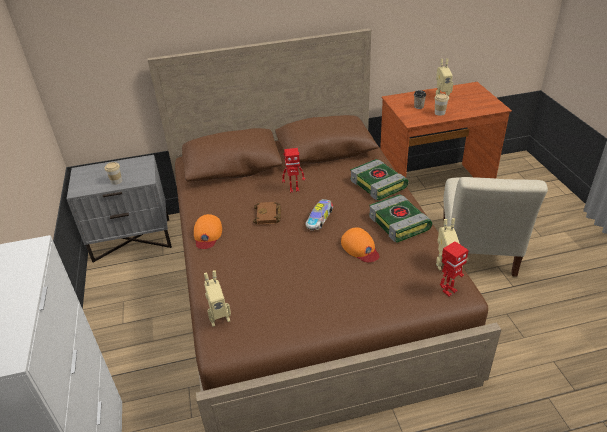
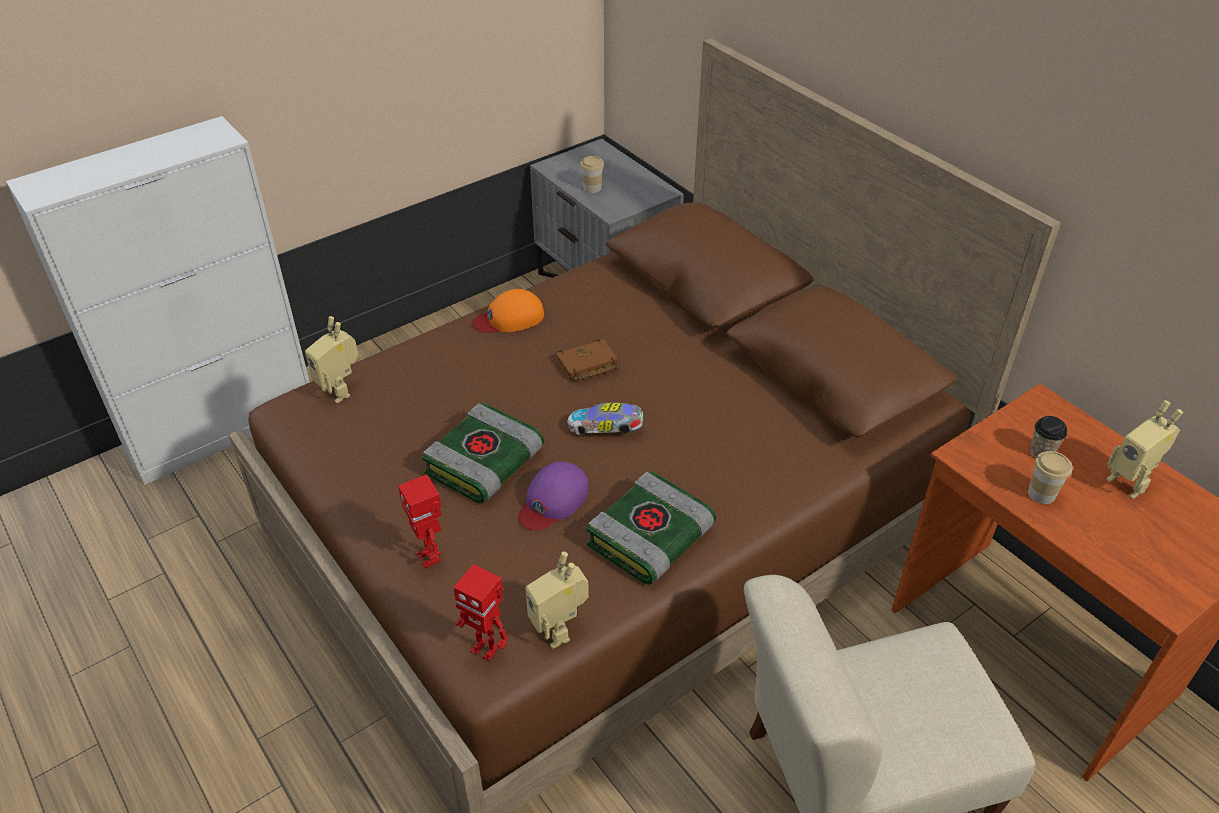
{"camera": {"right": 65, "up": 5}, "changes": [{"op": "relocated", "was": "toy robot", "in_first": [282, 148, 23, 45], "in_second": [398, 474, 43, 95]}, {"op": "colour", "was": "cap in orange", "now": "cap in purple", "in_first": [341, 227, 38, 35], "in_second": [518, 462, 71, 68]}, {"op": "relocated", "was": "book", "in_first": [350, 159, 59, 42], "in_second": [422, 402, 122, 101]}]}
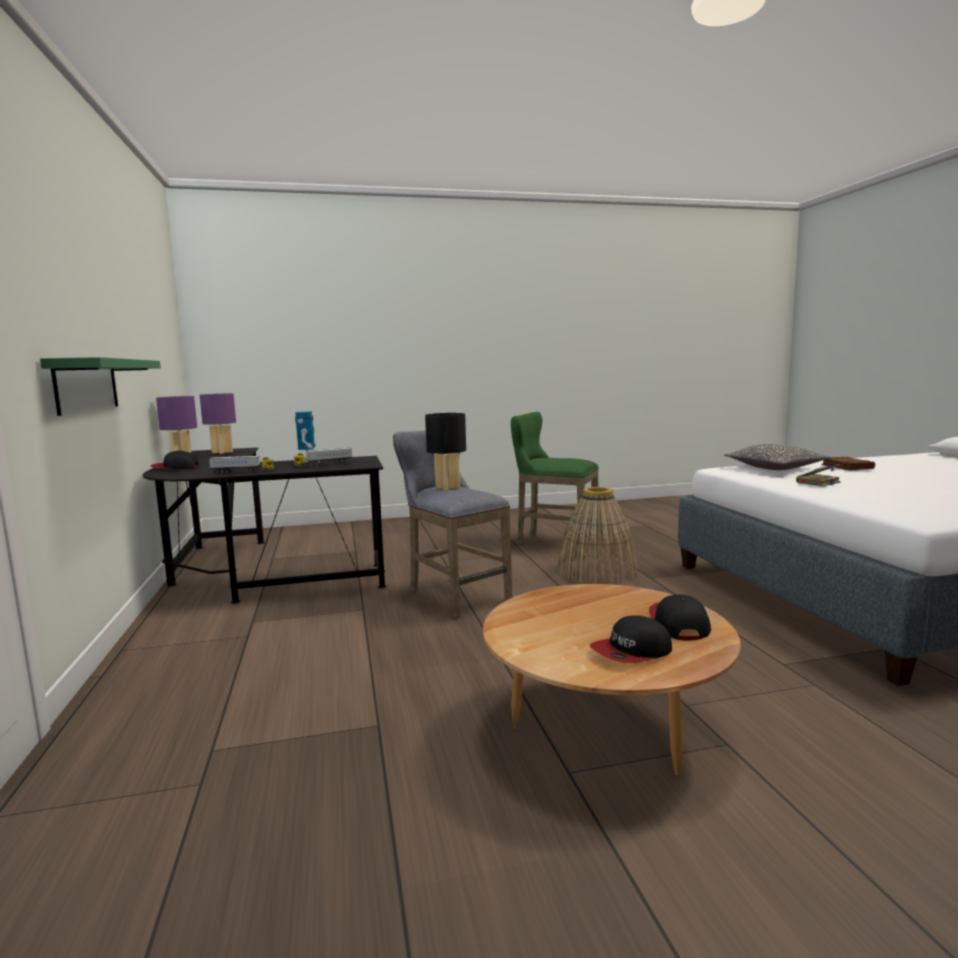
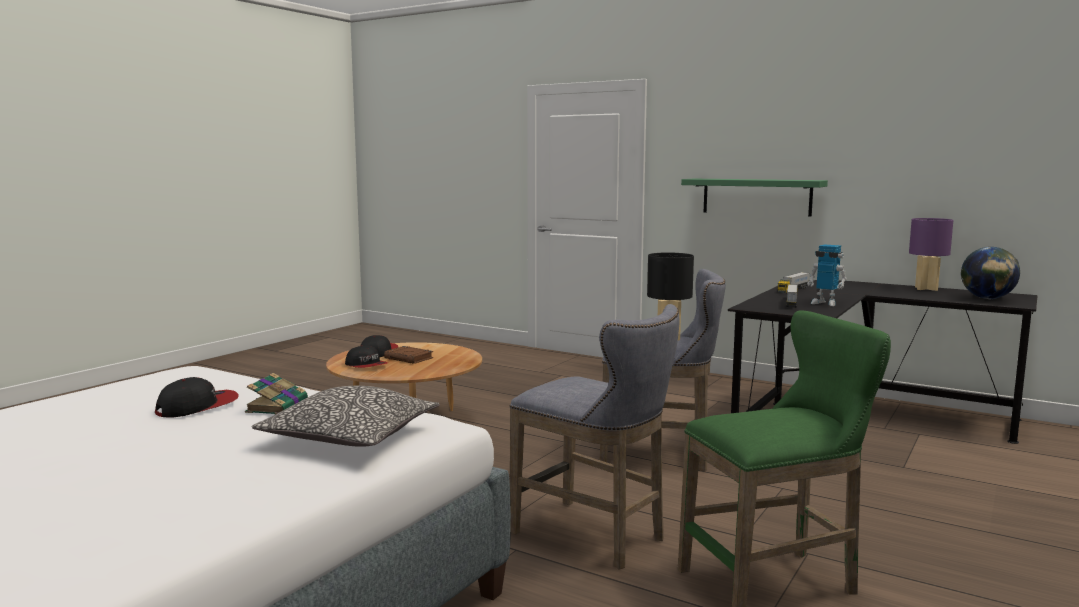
{"camera": {"right": 135, "up": 0}, "changes": [{"op": "relocated", "was": "cap", "in_first": [150, 451, 50, 19], "in_second": [155, 377, 84, 41]}, {"op": "exchanged", "was": "table lamp in purple", "now": "globe", "in_first": [199, 393, 37, 61], "in_second": [961, 247, 59, 52]}, {"op": "exchanged", "was": "basket", "now": "stool in grey", "in_first": [558, 487, 80, 97], "in_second": [510, 304, 170, 266]}, {"op": "relocated", "was": "book in brown", "in_first": [821, 457, 54, 14], "in_second": [384, 346, 49, 18]}]}
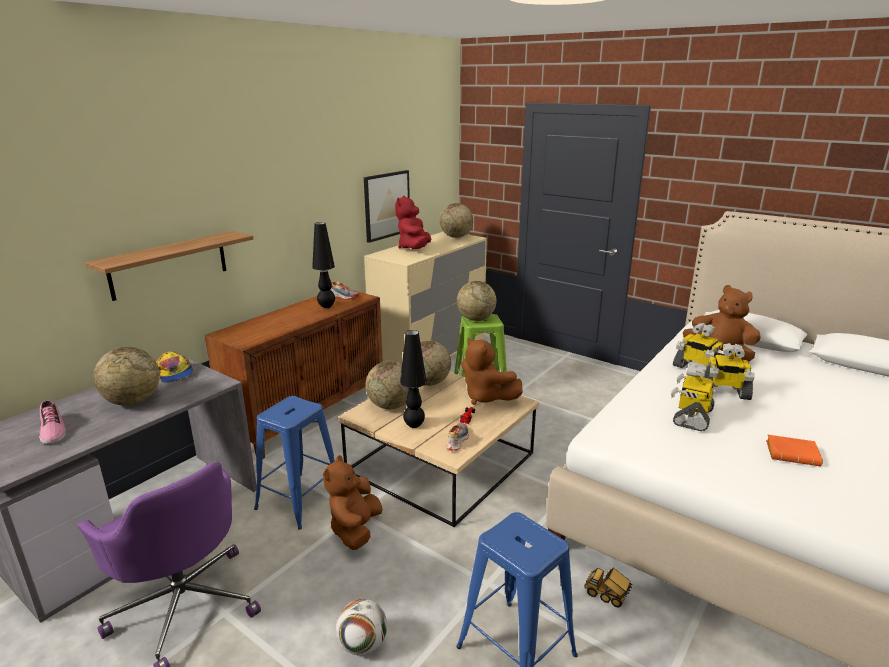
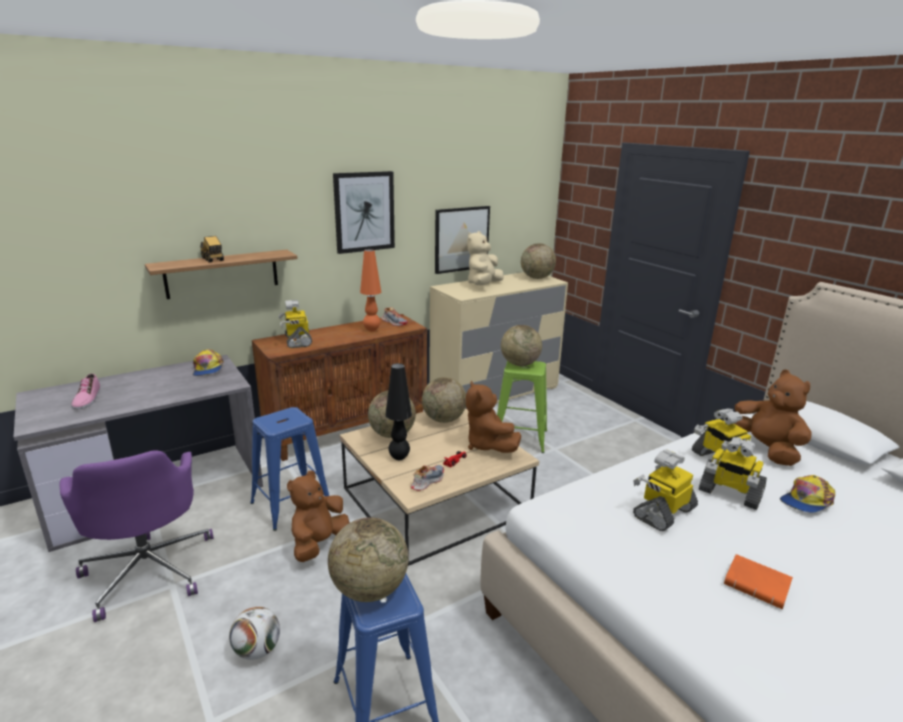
{"camera": {"right": 20, "up": 0}, "changes": [{"op": "relocated", "was": "globe", "in_first": [93, 347, 67, 59], "in_second": [328, 517, 81, 85]}, {"op": "colour", "was": "table lamp in black", "now": "table lamp in orange", "in_first": [312, 222, 23, 86], "in_second": [360, 249, 21, 82]}, {"op": "colour", "was": "plush toy in red", "now": "plush toy in beige", "in_first": [395, 196, 36, 53], "in_second": [467, 231, 37, 54]}, {"op": "relocated", "was": "toy truck", "in_first": [585, 567, 47, 41], "in_second": [200, 236, 24, 26]}, {"op": "appeared", "now": "toy robot", "in_second": [279, 300, 33, 48]}, {"op": "appeared", "now": "picture", "in_second": [333, 171, 62, 83]}, {"op": "appeared", "now": "cap", "in_second": [780, 475, 55, 38]}]}
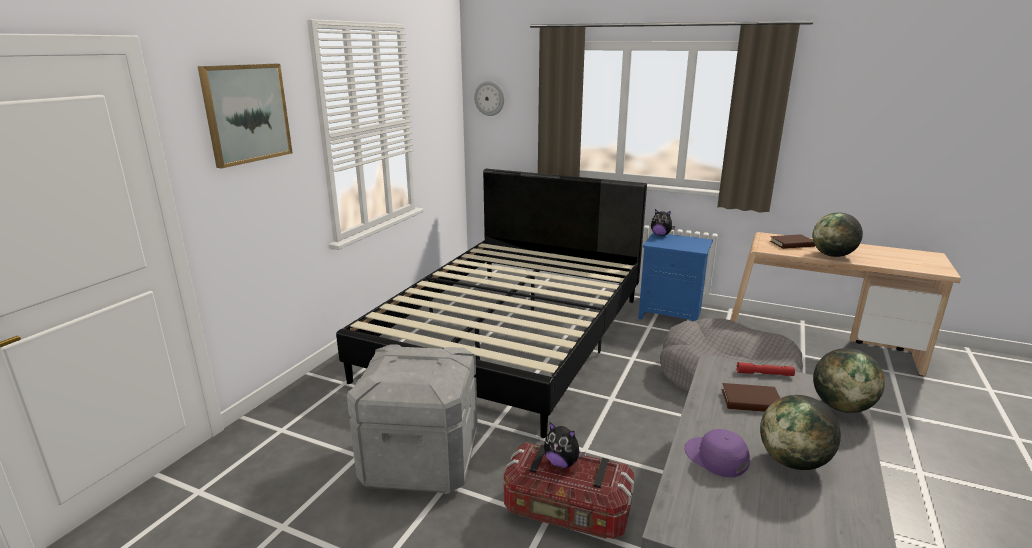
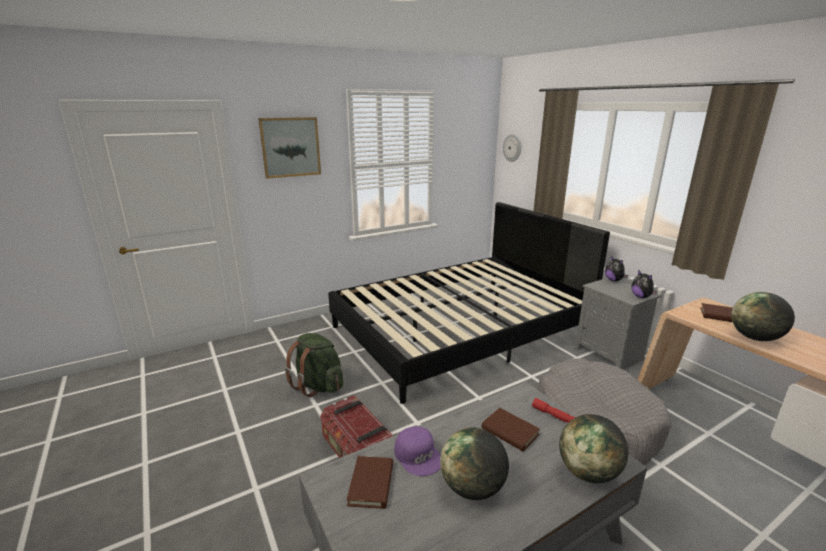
{"camera": {"right": 35, "up": 0}, "changes": [{"op": "exchanged", "was": "storage box in grey", "now": "backpack in green", "in_first": [347, 345, 131, 149], "in_second": [285, 333, 58, 64]}, {"op": "relocated", "was": "plush toy", "in_first": [544, 422, 42, 46], "in_second": [632, 270, 25, 28]}, {"op": "colour", "was": "nightstand in blue", "now": "nightstand in grey", "in_first": [638, 232, 75, 90], "in_second": [575, 278, 87, 92]}, {"op": "spun", "was": "cap in purple", "in_first": [684, 429, 66, 49], "in_second": [394, 426, 47, 50], "clockwise": 150}, {"op": "appeared", "now": "book in brown", "in_second": [347, 456, 46, 53]}]}
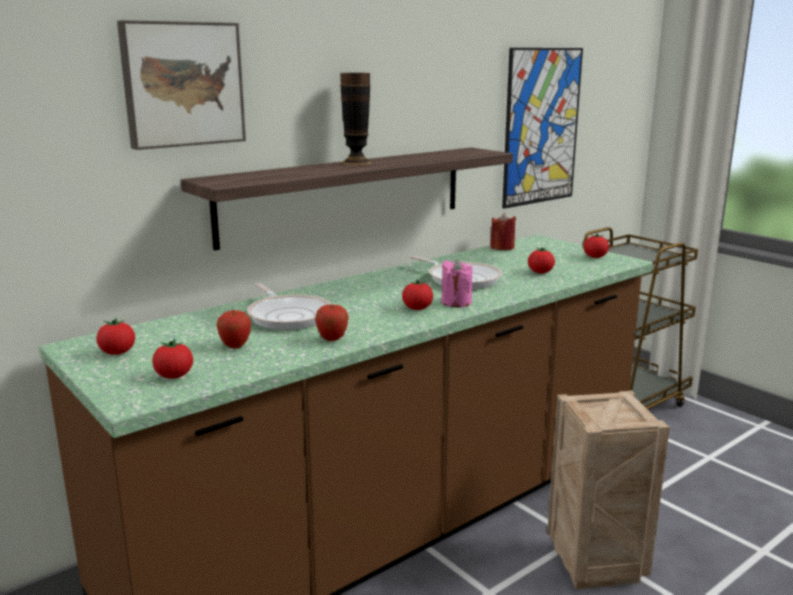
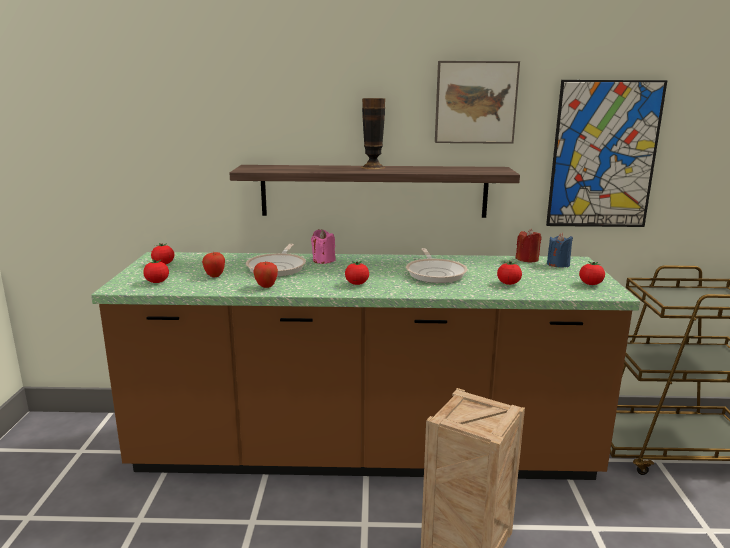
{"camera": {"right": 40, "up": 0}, "changes": [{"op": "relocated", "was": "picture", "in_first": [117, 20, 129, 130], "in_second": [435, 61, 85, 83]}, {"op": "relocated", "was": "candle in pink", "in_first": [441, 259, 32, 48], "in_second": [311, 229, 24, 35]}, {"op": "appeared", "now": "candle in blue", "in_second": [547, 233, 26, 35]}]}
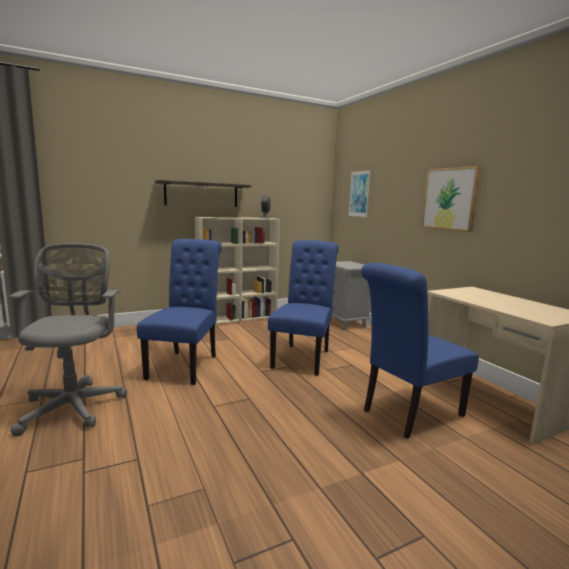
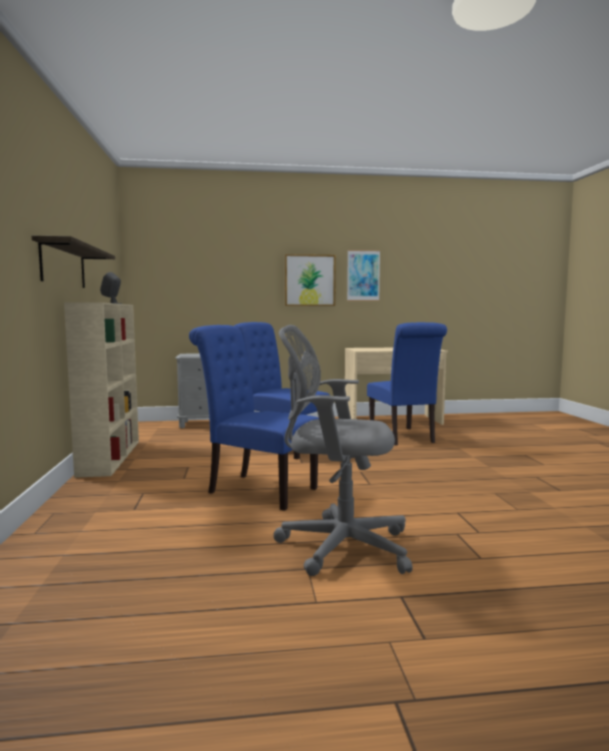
{"camera": {"right": -70, "up": -5}, "changes": [{"op": "relocated", "was": "picture", "in_first": [348, 170, 23, 48], "in_second": [347, 250, 33, 51]}]}
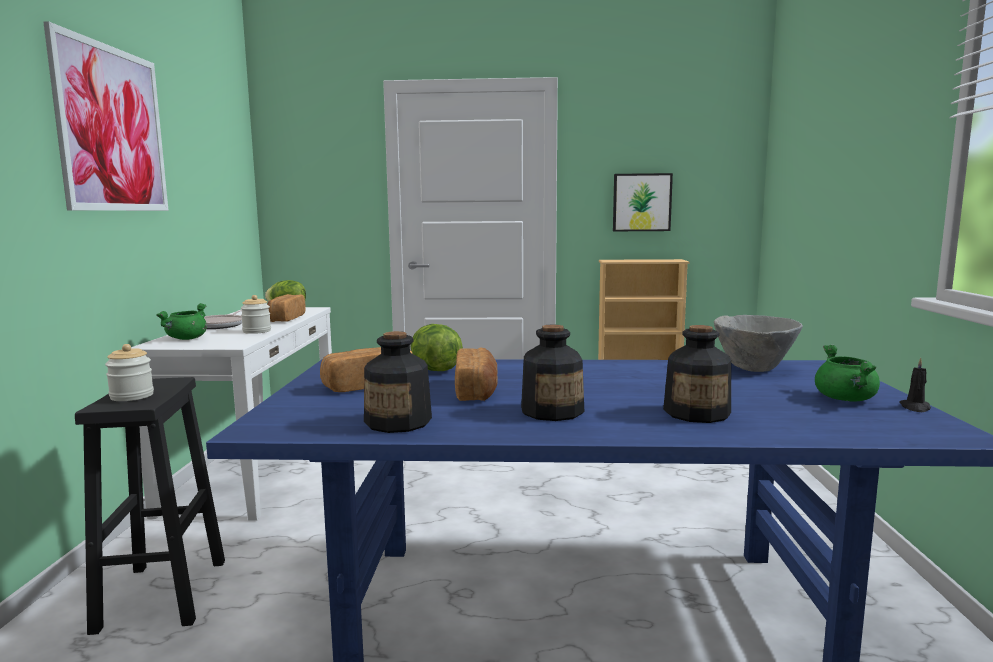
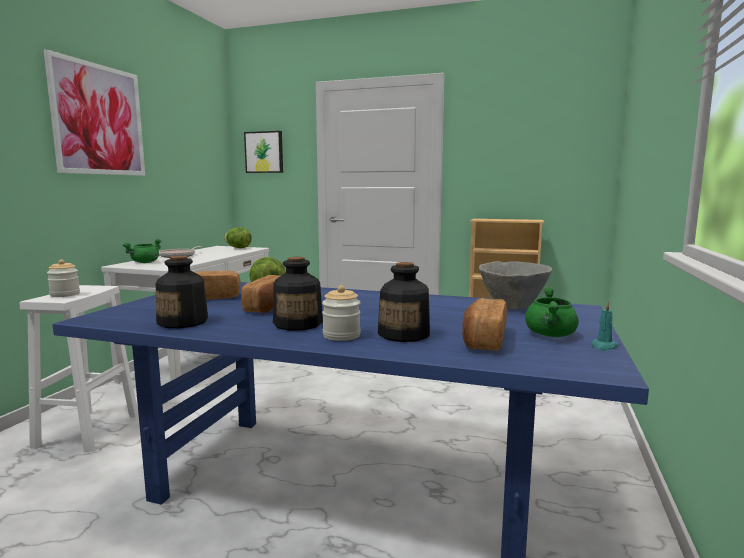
{"camera": {"right": 15, "up": 0}, "changes": [{"op": "colour", "was": "stool in black", "now": "stool in white", "in_first": [75, 377, 150, 258], "in_second": [20, 285, 119, 167]}, {"op": "relocated", "was": "jar", "in_first": [241, 295, 30, 39], "in_second": [322, 285, 39, 56]}, {"op": "relocated", "was": "bread", "in_first": [267, 294, 38, 28], "in_second": [462, 298, 45, 53]}, {"op": "relocated", "was": "picture", "in_first": [613, 173, 60, 58], "in_second": [244, 131, 39, 42]}, {"op": "colour", "was": "candle in black", "now": "candle in turquoise", "in_first": [899, 358, 32, 54], "in_second": [591, 302, 27, 49]}]}
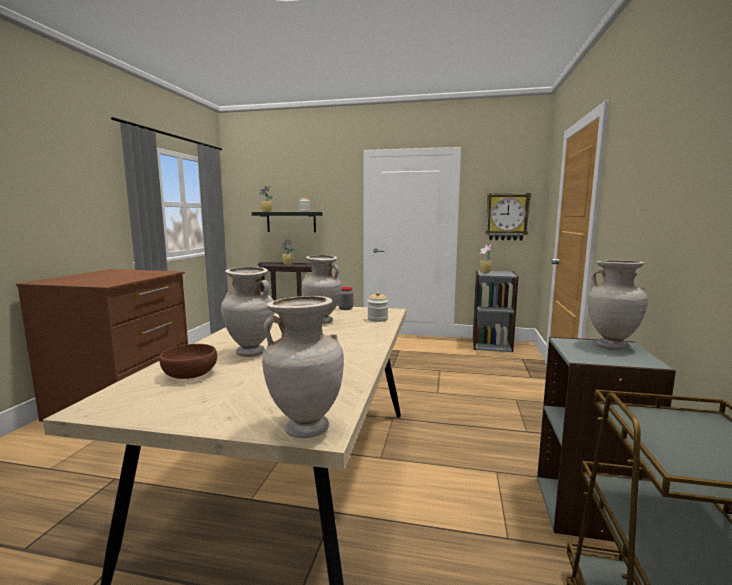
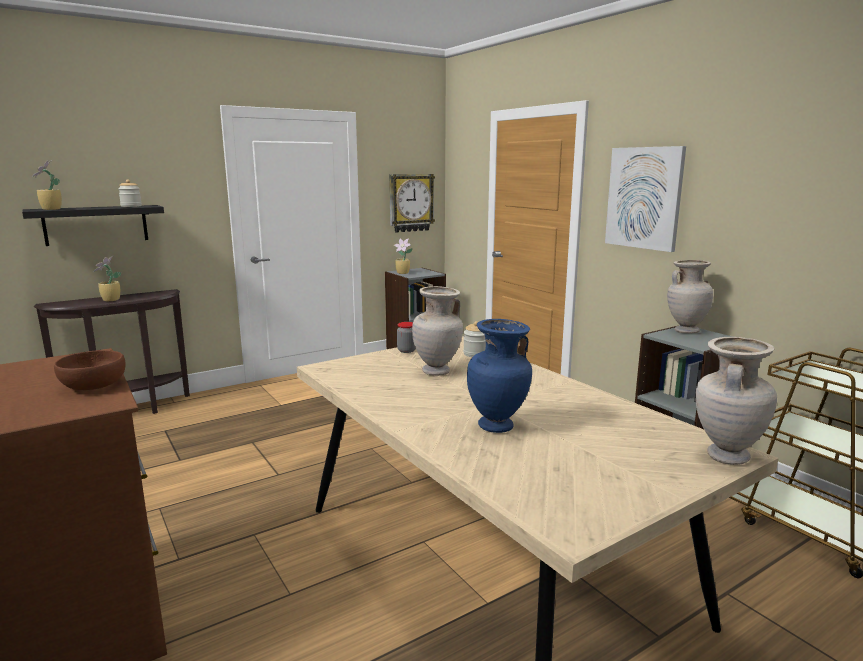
{"camera": {"right": -45, "up": 5}, "changes": [{"op": "relocated", "was": "bowl in brown", "in_first": [159, 344, 58, 35], "in_second": [54, 350, 72, 40]}, {"op": "colour", "was": "vase in beige", "now": "vase in blue", "in_first": [221, 267, 53, 90], "in_second": [467, 319, 65, 114]}, {"op": "appeared", "now": "picture", "in_second": [605, 146, 81, 106]}]}
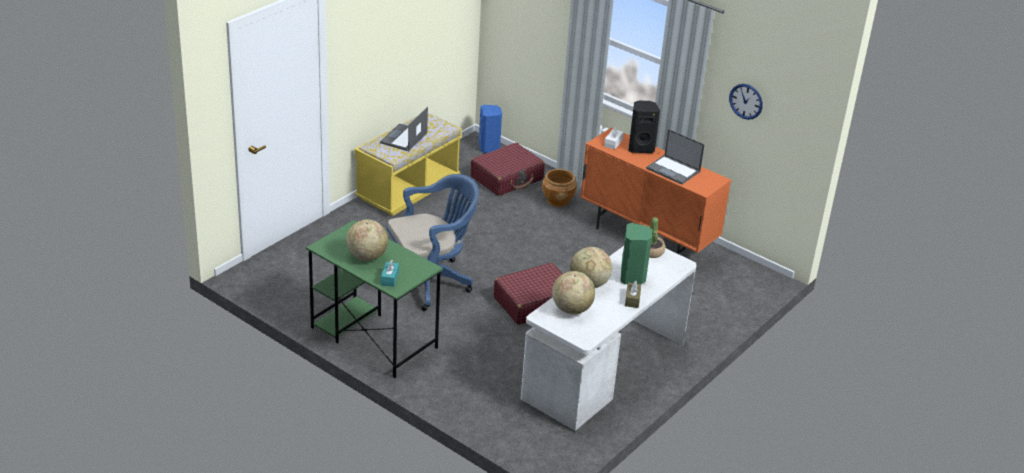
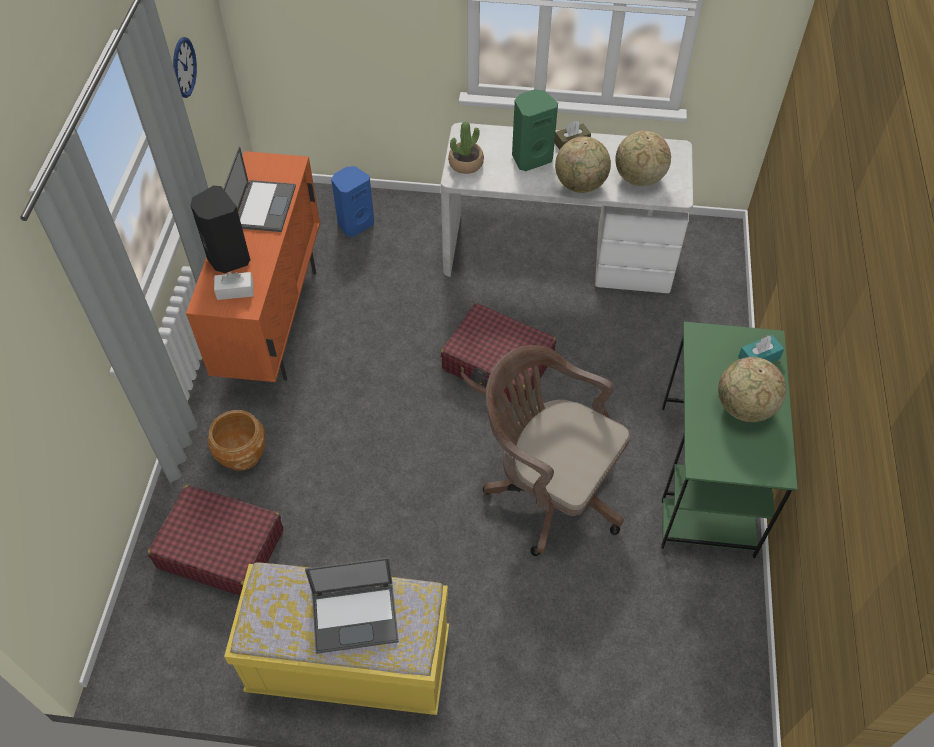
{"camera": {"right": -120, "up": 20}, "changes": [{"op": "colour", "was": "office chair in blue", "now": "office chair in brown", "in_first": [387, 174, 92, 137], "in_second": [483, 345, 147, 211]}, {"op": "relocated", "was": "speaker in blue", "in_first": [479, 105, 23, 48], "in_second": [331, 166, 43, 71]}]}
